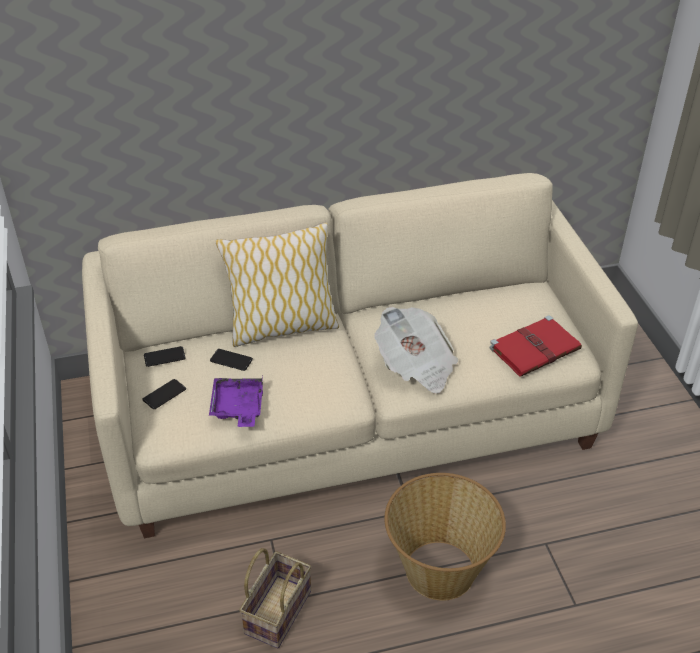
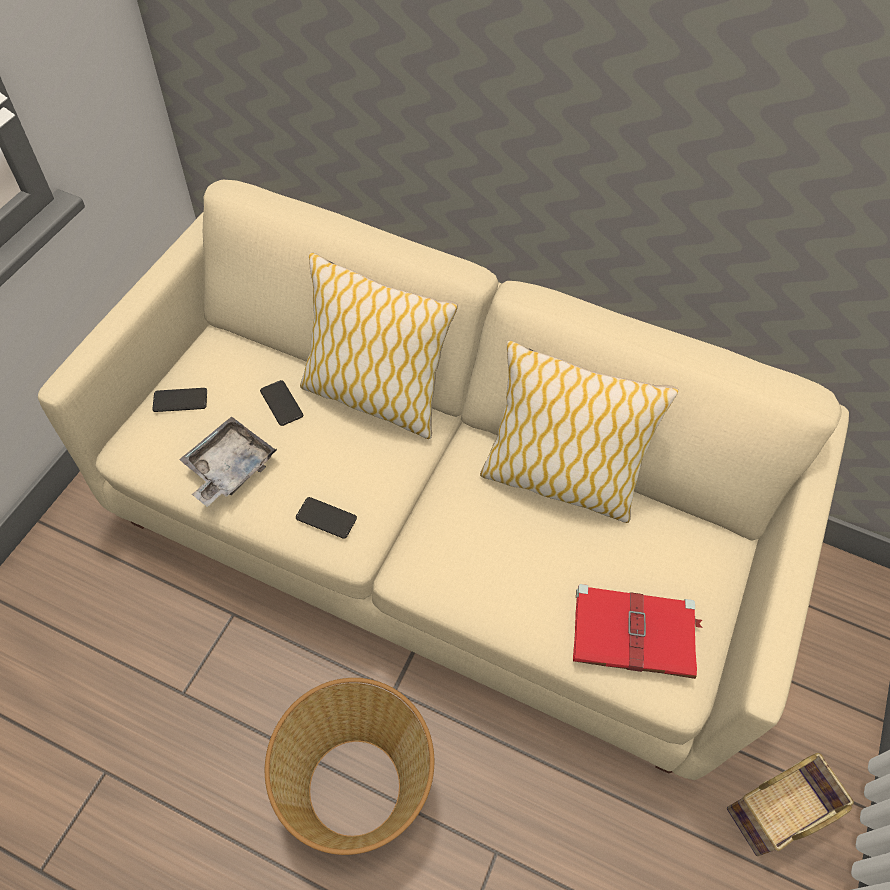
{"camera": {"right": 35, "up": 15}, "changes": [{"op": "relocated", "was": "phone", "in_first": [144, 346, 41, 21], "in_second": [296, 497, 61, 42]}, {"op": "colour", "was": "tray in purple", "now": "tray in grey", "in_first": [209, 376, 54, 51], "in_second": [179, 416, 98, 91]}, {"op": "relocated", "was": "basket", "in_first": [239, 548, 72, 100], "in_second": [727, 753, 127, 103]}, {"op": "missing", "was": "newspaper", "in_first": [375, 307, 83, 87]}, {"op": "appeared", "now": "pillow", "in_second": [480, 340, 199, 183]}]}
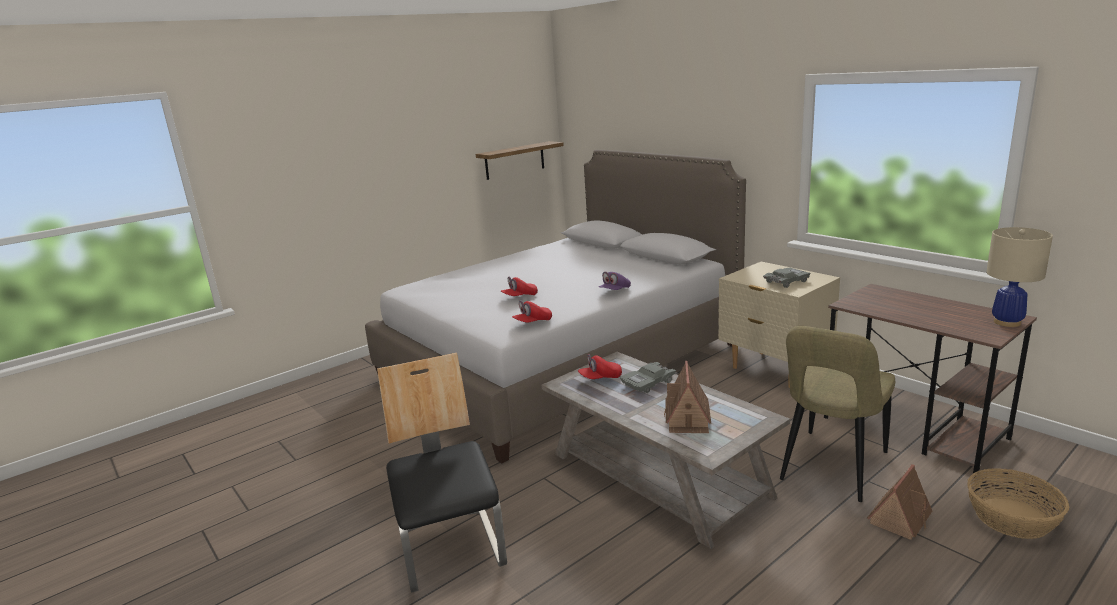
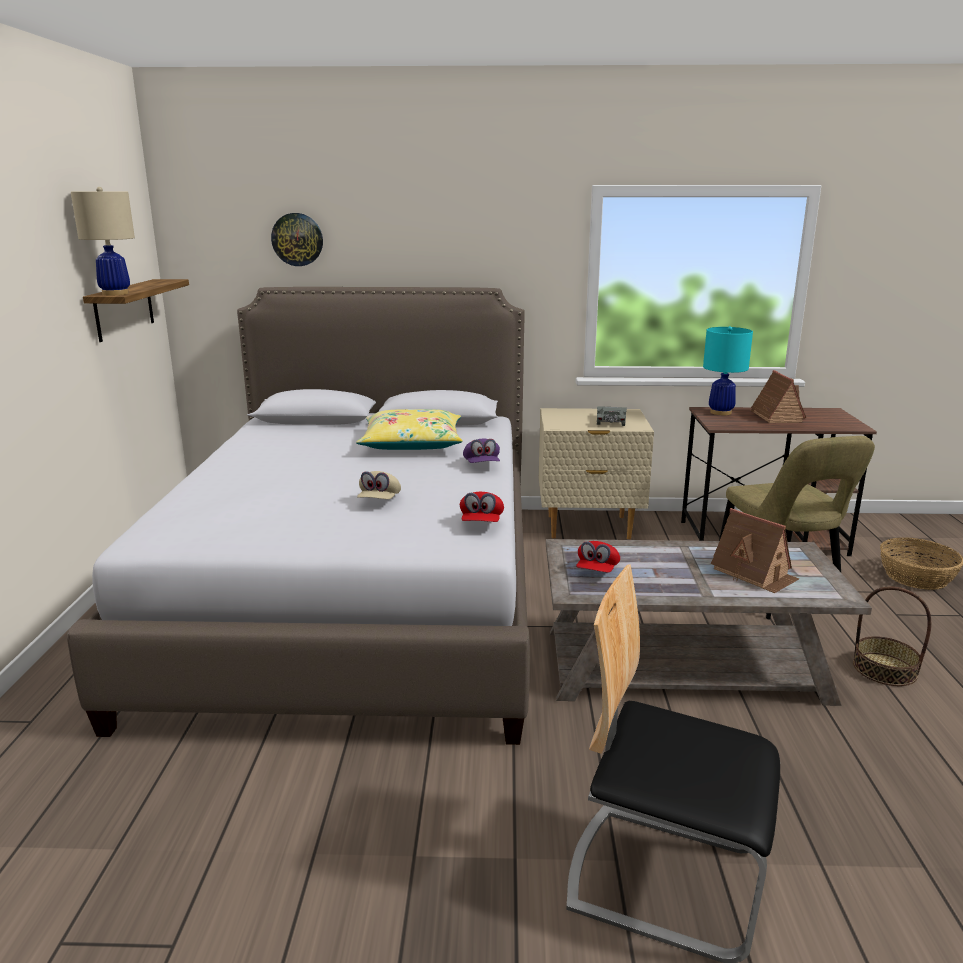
{"camera": {"right": -50, "up": 0}, "changes": [{"op": "colour", "was": "cap in red", "now": "cap in beige", "in_first": [501, 277, 37, 19], "in_second": [357, 471, 44, 28]}, {"op": "missing", "was": "toy car in grey", "in_first": [620, 362, 56, 31]}, {"op": "relocated", "was": "toy house", "in_first": [867, 464, 65, 76], "in_second": [750, 370, 56, 53]}, {"op": "relocated", "was": "table lamp in beige", "in_first": [986, 227, 67, 100], "in_second": [71, 187, 64, 108]}, {"op": "appeared", "now": "wall clock", "in_second": [271, 213, 52, 53]}, {"op": "appeared", "now": "pillow in yellow", "in_second": [356, 409, 107, 41]}, {"op": "appeared", "now": "table lamp in turquoise", "in_second": [703, 326, 50, 89]}, {"op": "appeared", "now": "basket", "in_second": [853, 586, 78, 100]}]}
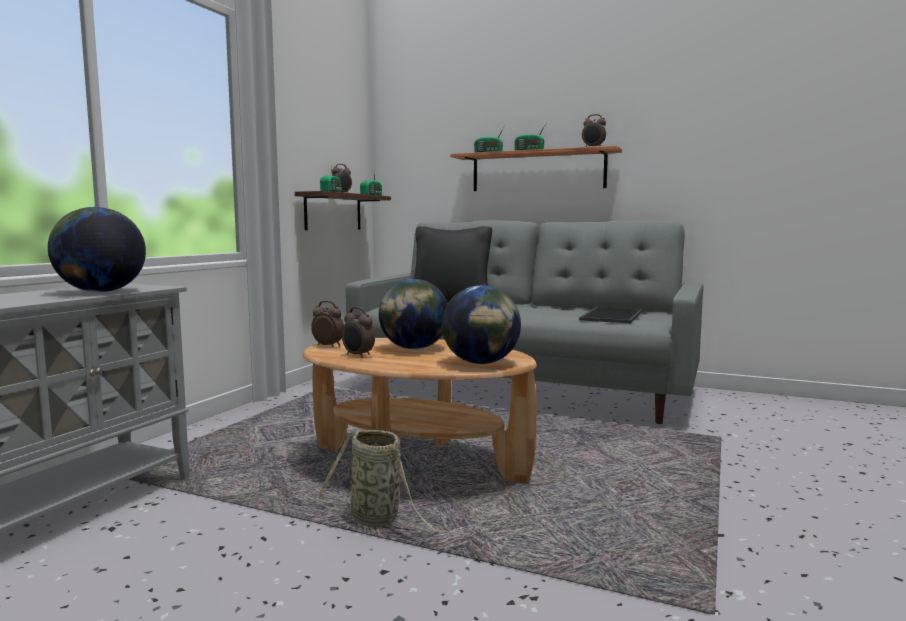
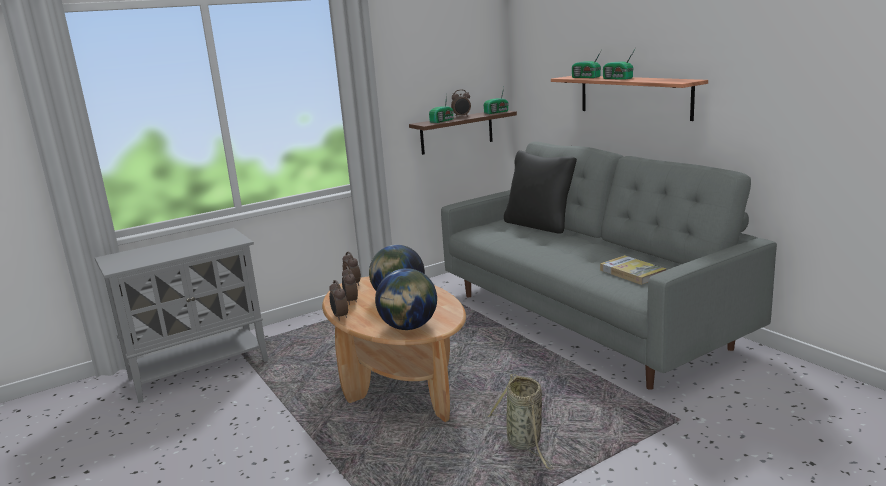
{"camera": {"right": 35, "up": 10}, "changes": [{"op": "missing", "was": "globe", "in_first": [48, 207, 98, 85]}, {"op": "relocated", "was": "basket", "in_first": [316, 429, 123, 104], "in_second": [488, 374, 66, 96]}, {"op": "exchanged", "was": "tray", "now": "book", "in_first": [579, 307, 63, 16], "in_second": [600, 255, 67, 30]}, {"op": "relocated", "was": "alarm clock", "in_first": [582, 114, 24, 33], "in_second": [329, 280, 19, 41]}]}
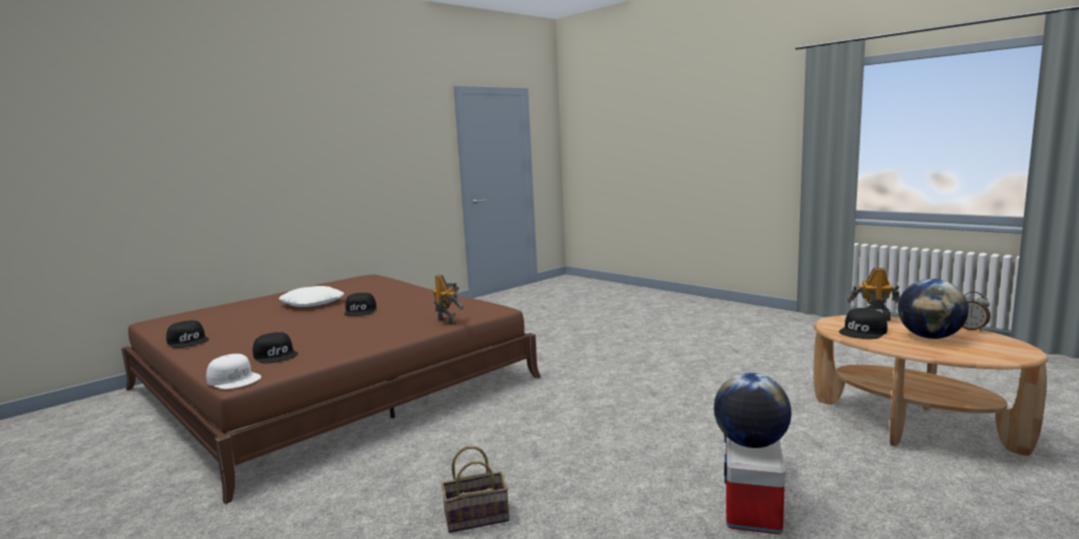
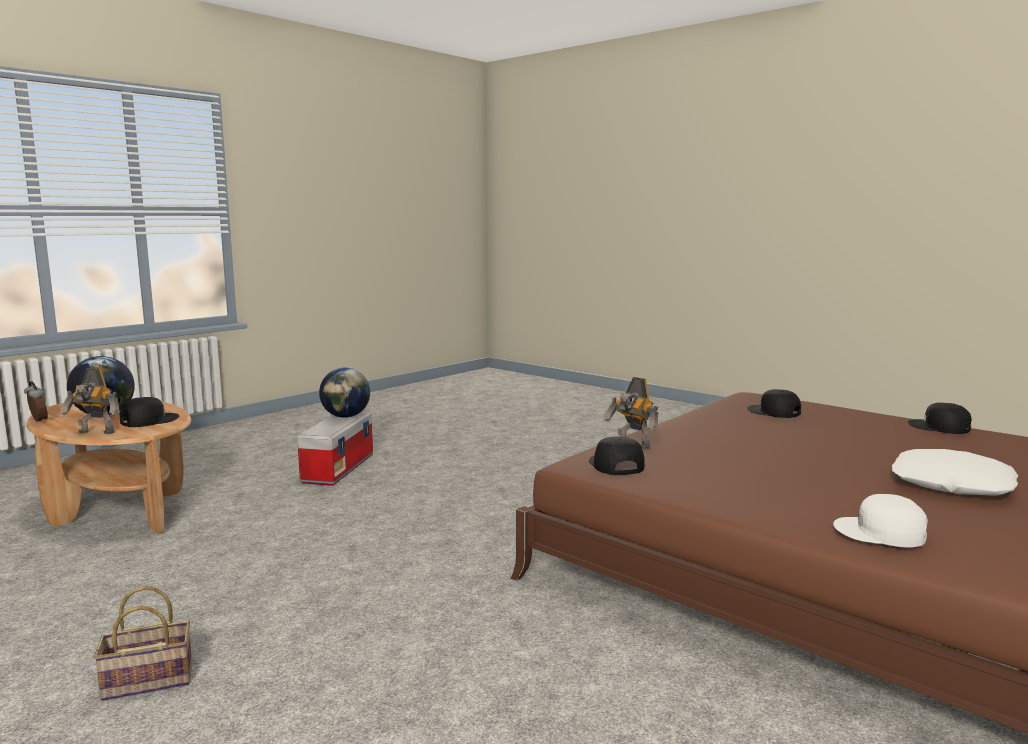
{"camera": {"right": 175, "up": 0}, "changes": [{"op": "relocated", "was": "cap in white", "in_first": [206, 354, 55, 35], "in_second": [833, 494, 95, 54]}, {"op": "relocated", "was": "cap in black", "in_first": [344, 292, 33, 24], "in_second": [589, 437, 56, 38]}, {"op": "relocated", "was": "basket", "in_first": [441, 446, 68, 87], "in_second": [94, 586, 98, 115]}]}
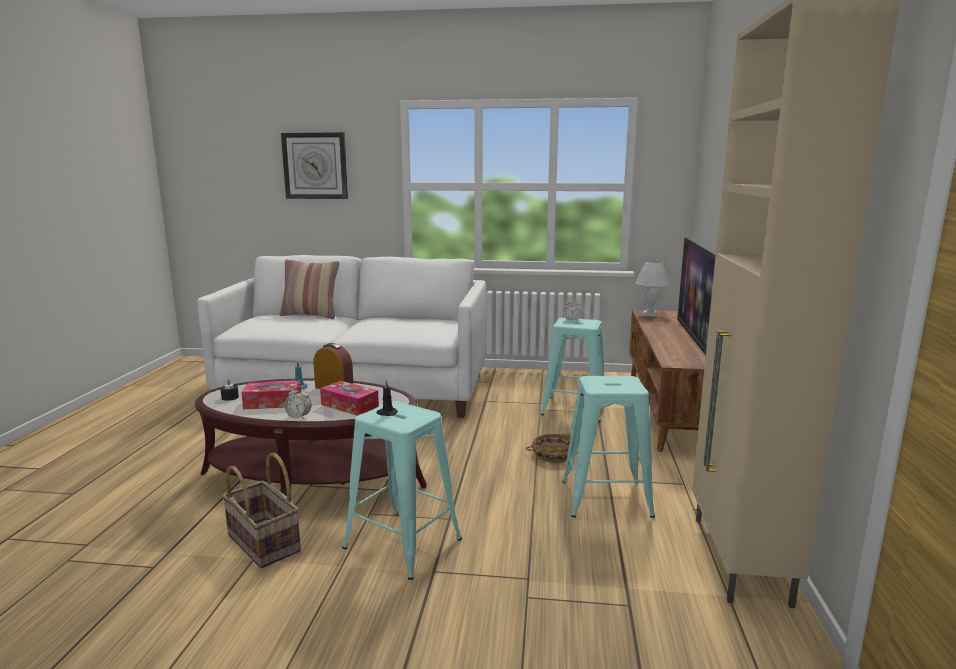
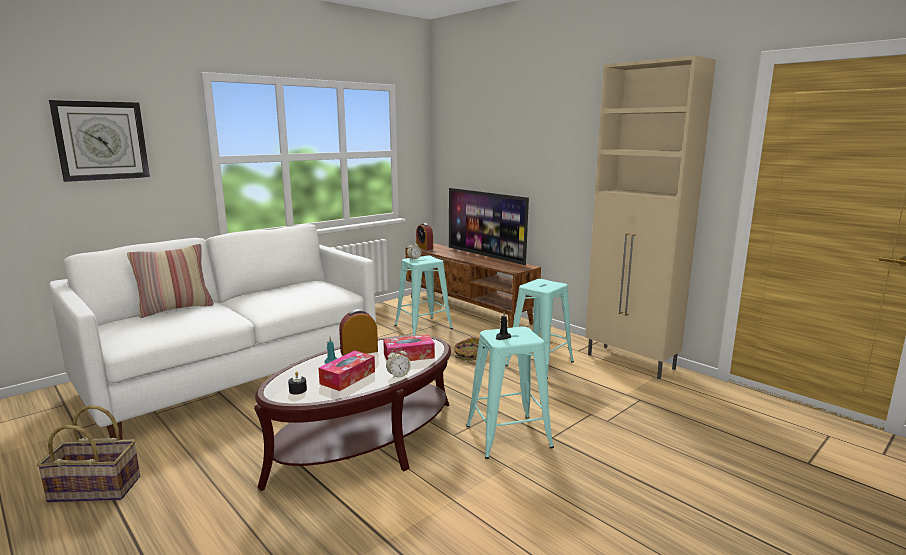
{"camera": {"right": -50, "up": 0}, "changes": [{"op": "relocated", "was": "basket", "in_first": [222, 453, 79, 115], "in_second": [37, 405, 103, 97]}, {"op": "exchanged", "was": "table lamp in white", "now": "alarm clock", "in_first": [635, 260, 34, 57], "in_second": [416, 223, 17, 27]}]}
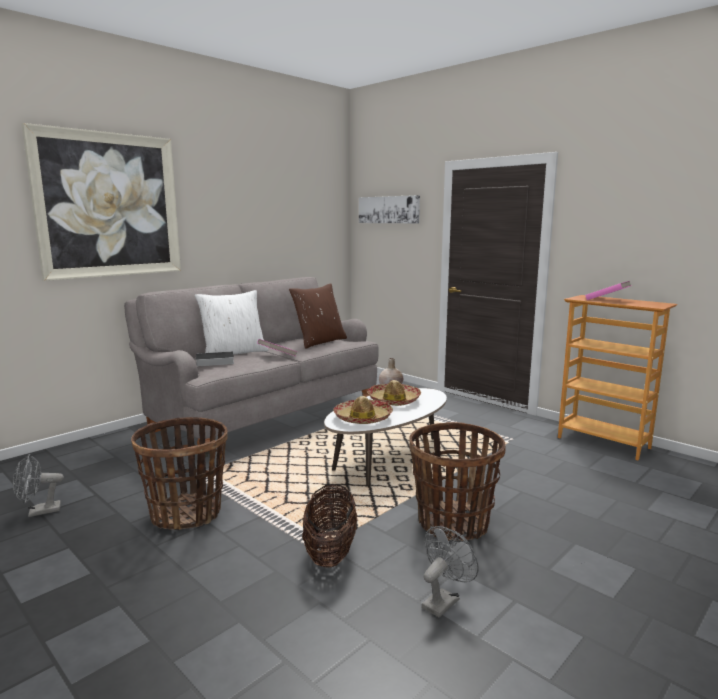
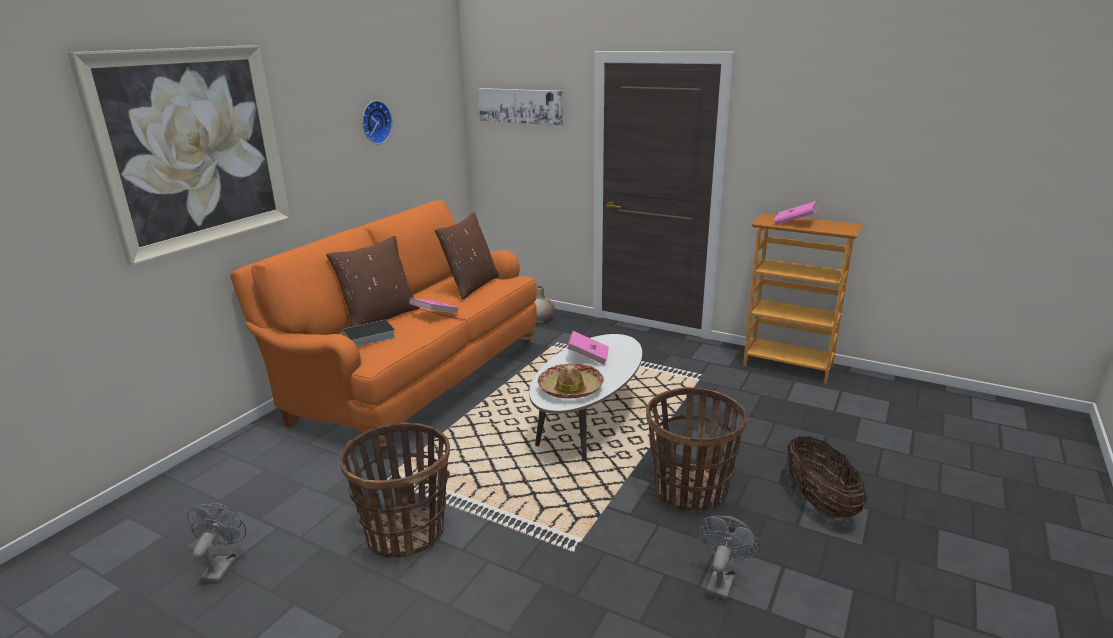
{"camera": {"right": -15, "up": 10}, "changes": [{"op": "spun", "was": "fan in grey", "in_first": [13, 454, 51, 63], "in_second": [187, 503, 59, 80], "clockwise": 135}, {"op": "colour", "was": "sofa in grey", "now": "sofa in orange", "in_first": [124, 277, 255, 180], "in_second": [230, 200, 307, 253]}, {"op": "colour", "was": "pillow in white", "now": "pillow in brown", "in_first": [195, 290, 73, 65], "in_second": [326, 236, 94, 91]}, {"op": "relocated", "was": "basket", "in_first": [302, 484, 56, 84], "in_second": [787, 435, 80, 83]}, {"op": "exchanged", "was": "hat", "now": "book in pink", "in_first": [367, 380, 54, 26], "in_second": [567, 331, 42, 34]}, {"op": "appeared", "now": "wall clock", "in_second": [362, 100, 30, 44]}]}
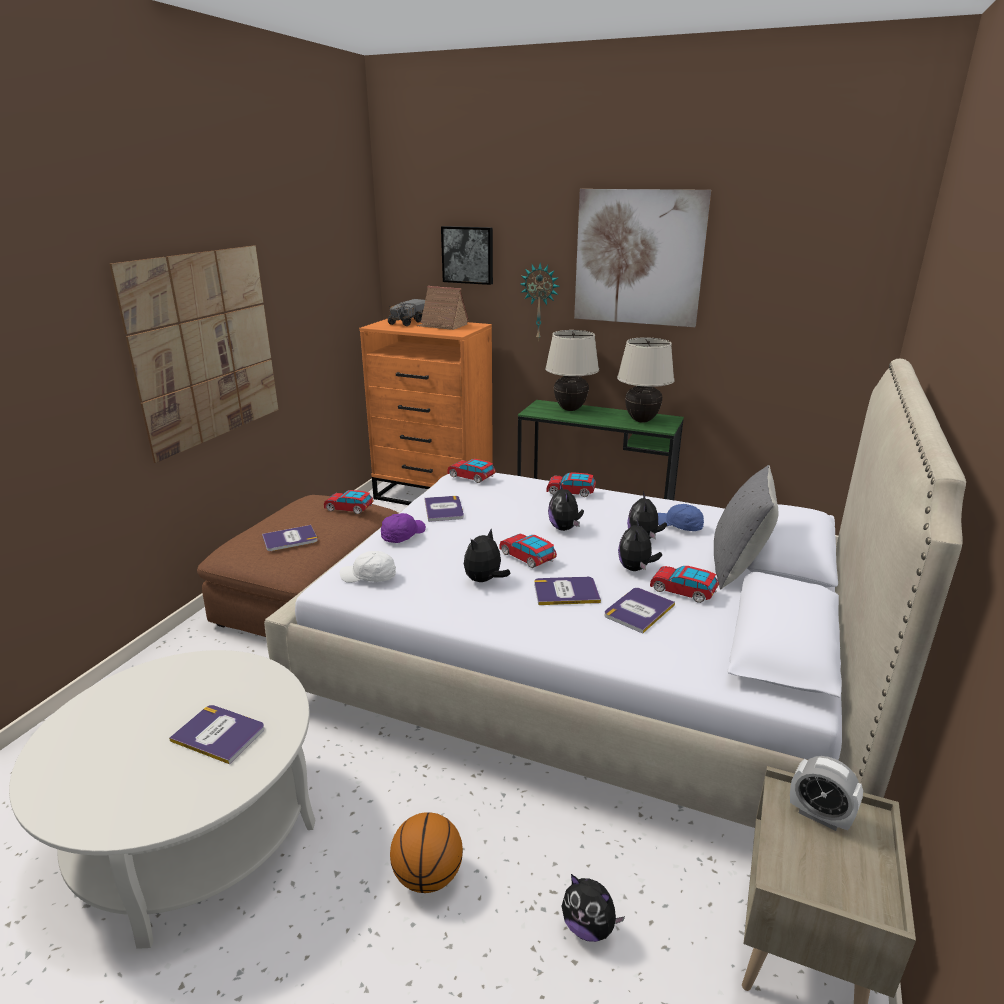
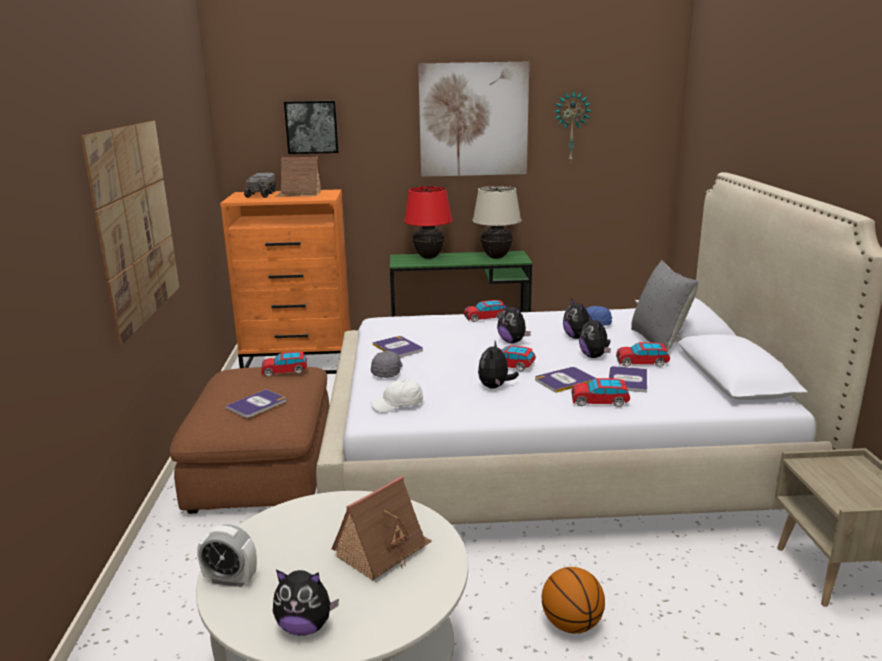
{"camera": {"right": -25, "up": -5}, "changes": [{"op": "exchanged", "was": "book", "now": "toy house", "in_first": [169, 705, 95, 59], "in_second": [331, 476, 101, 105]}, {"op": "colour", "was": "cap in purple", "now": "cap in grey", "in_first": [381, 513, 45, 30], "in_second": [371, 351, 32, 27]}, {"op": "relocated", "was": "toy car", "in_first": [447, 459, 49, 24], "in_second": [571, 378, 59, 29]}, {"op": "relocated", "was": "wall clock", "in_first": [520, 263, 40, 77], "in_second": [553, 91, 39, 72]}, {"op": "colour", "was": "table lamp in beige", "now": "table lamp in red", "in_first": [545, 330, 54, 81], "in_second": [404, 186, 48, 73]}, {"op": "relocated", "was": "plush toy", "in_first": [562, 874, 63, 68], "in_second": [273, 570, 66, 66]}, {"op": "relocated", "was": "alarm clock", "in_first": [790, 756, 73, 75], "in_second": [197, 524, 60, 63]}]}
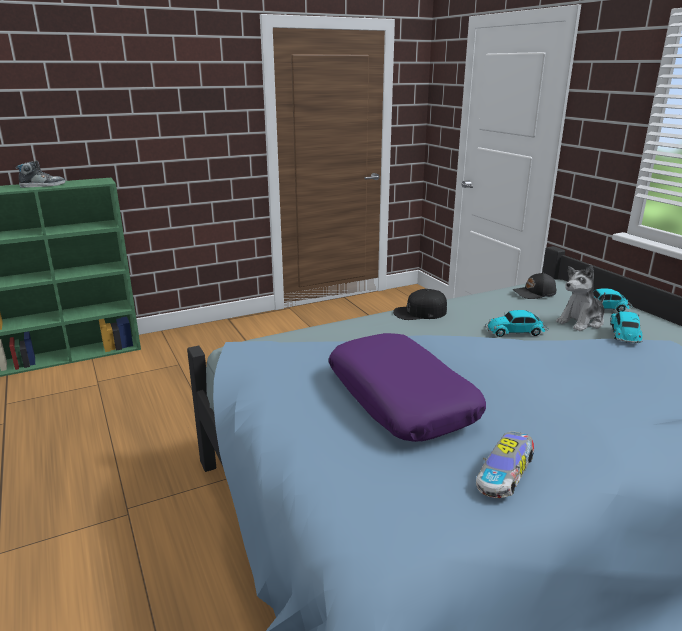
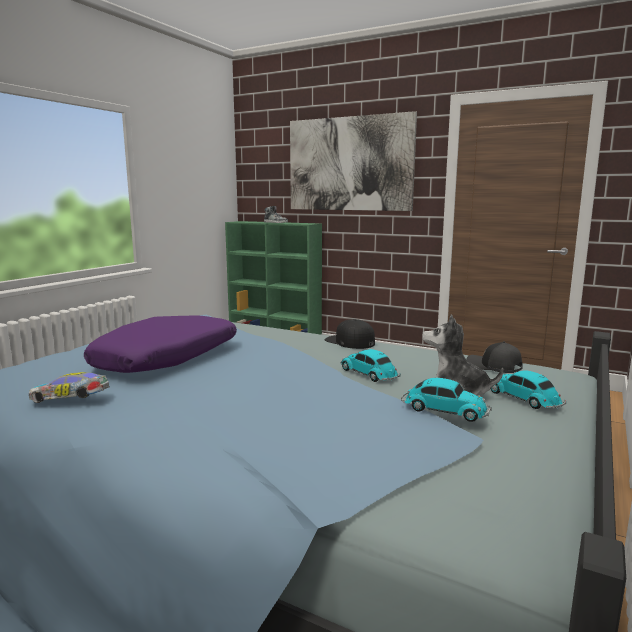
{"camera": {"right": 55, "up": -10}, "changes": [{"op": "spun", "was": "toy car", "in_first": [610, 311, 32, 33], "in_second": [401, 378, 91, 44], "clockwise": 45}, {"op": "appeared", "now": "picture", "in_second": [290, 111, 127, 100]}]}
